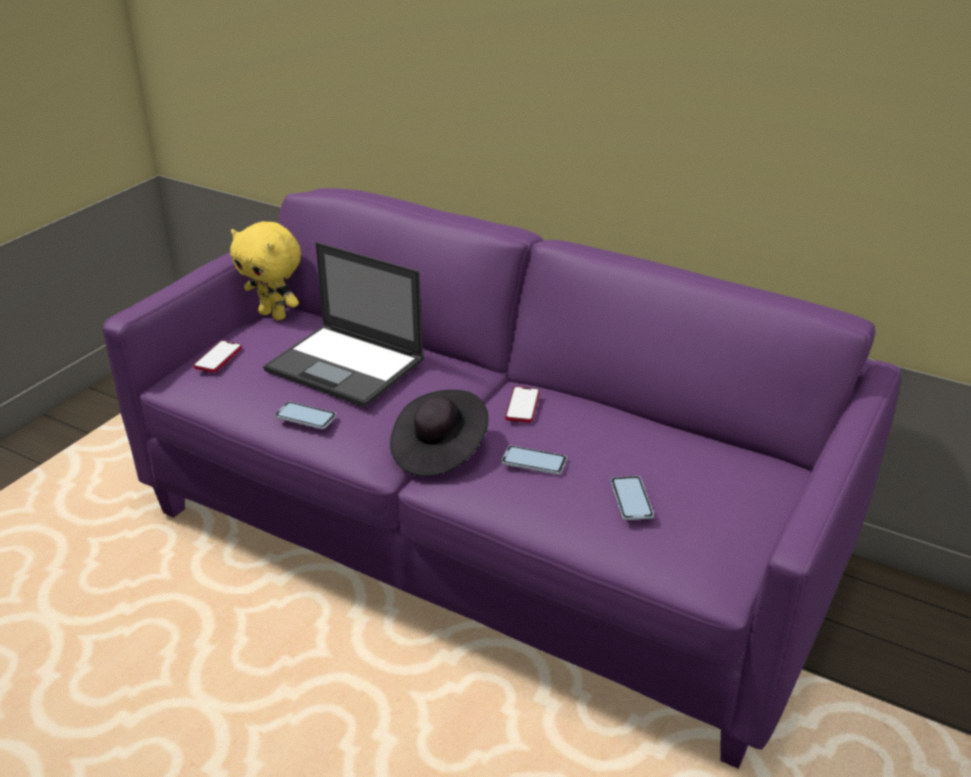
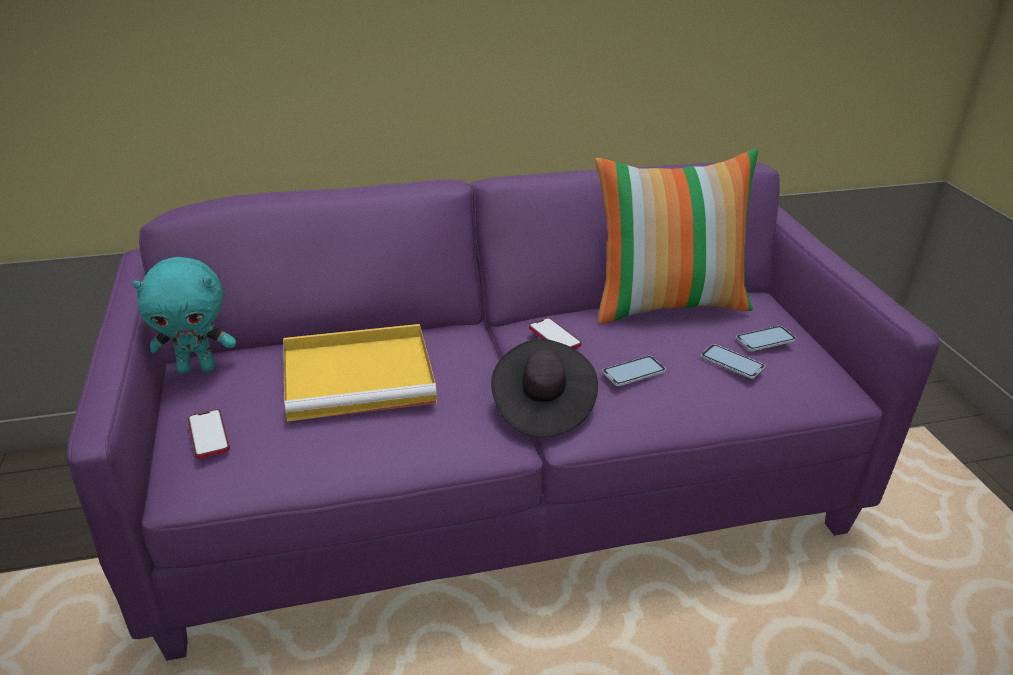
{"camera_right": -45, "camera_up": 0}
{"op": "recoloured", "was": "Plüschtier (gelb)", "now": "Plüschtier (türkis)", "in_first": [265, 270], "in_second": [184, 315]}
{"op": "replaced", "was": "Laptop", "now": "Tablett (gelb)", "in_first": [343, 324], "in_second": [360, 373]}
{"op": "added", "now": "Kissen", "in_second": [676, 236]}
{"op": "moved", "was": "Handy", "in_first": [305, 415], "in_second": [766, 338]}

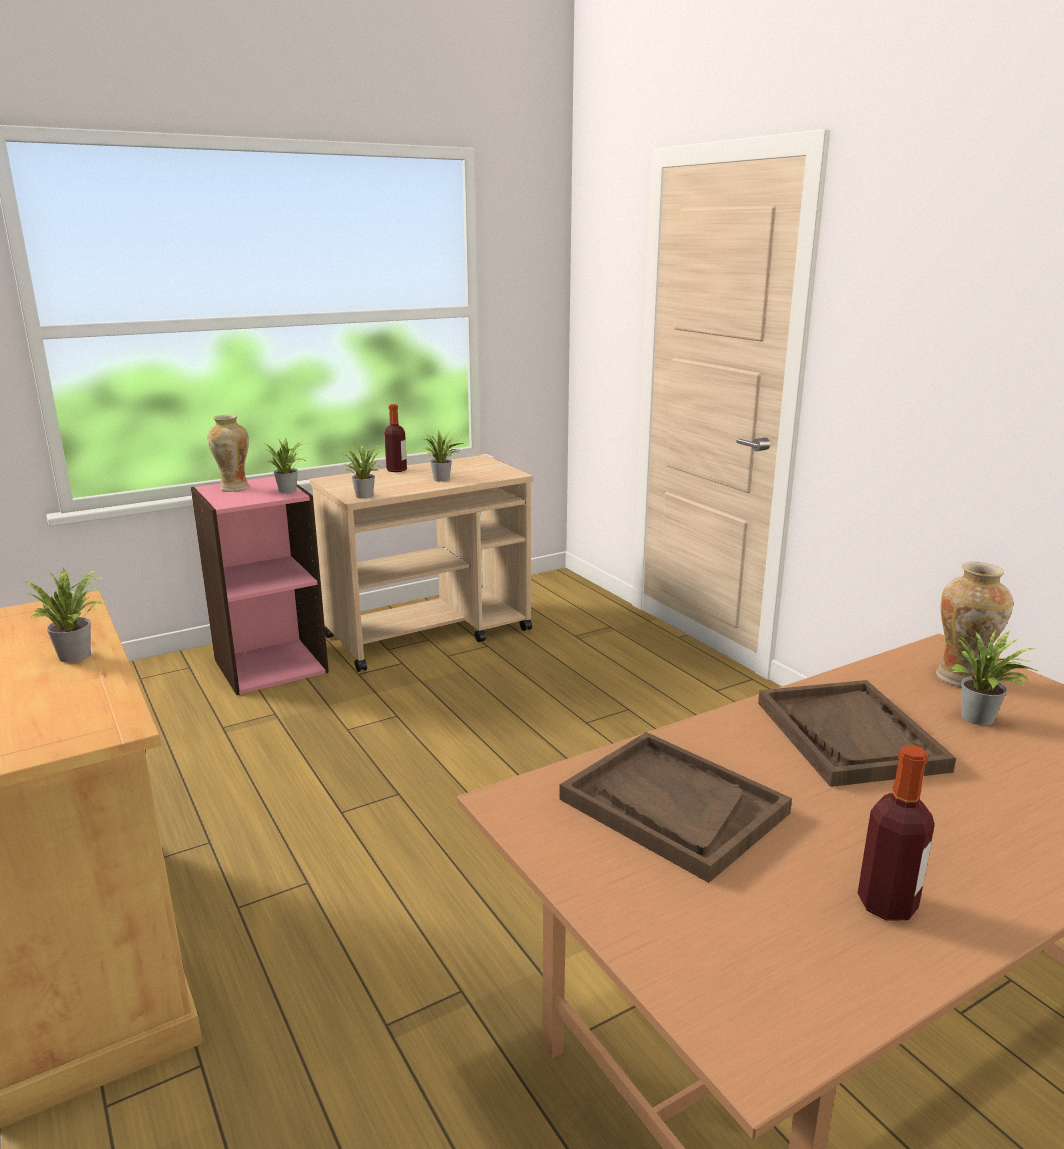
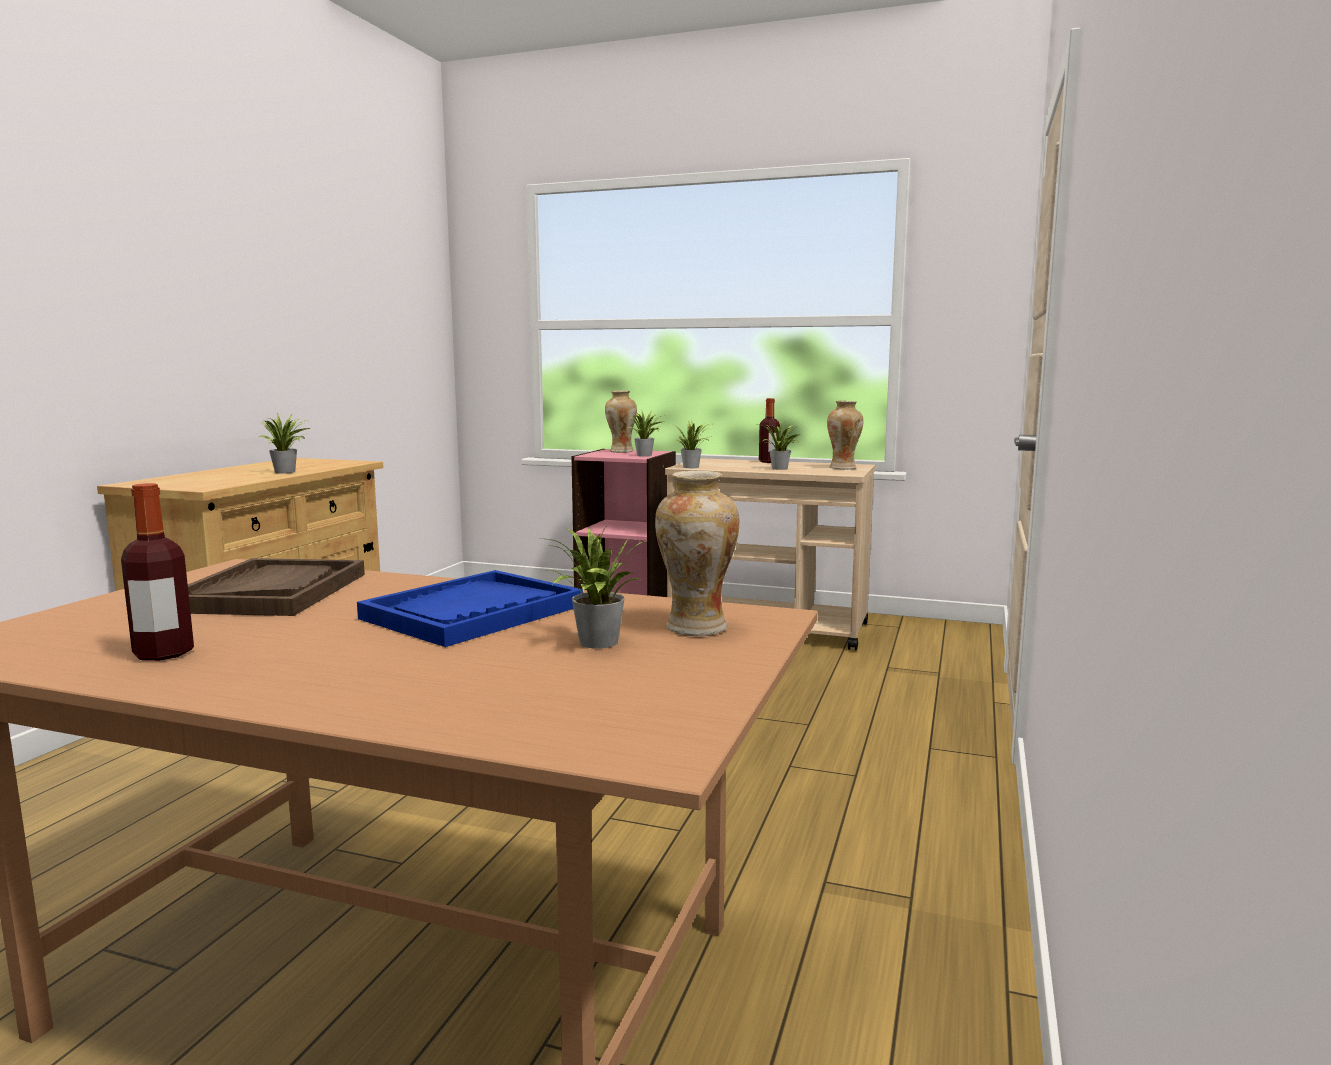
{"camera_right": 50, "camera_up": -10}
{"op": "recoloured", "was": "Tablett (braun)", "now": "Tablett (blau)", "in_first": [857, 733], "in_second": [470, 608]}
{"op": "added", "now": "Vase", "in_second": [845, 435]}

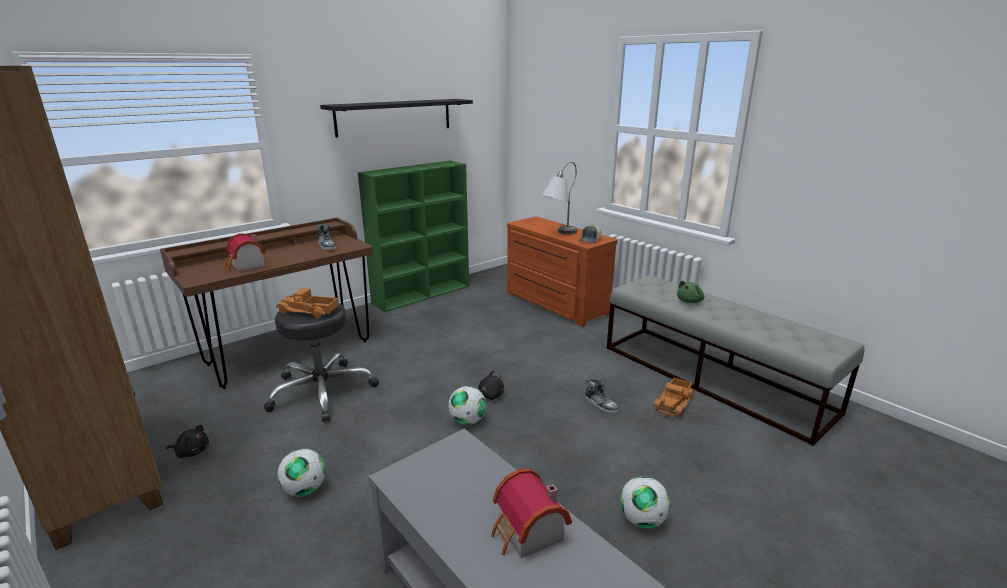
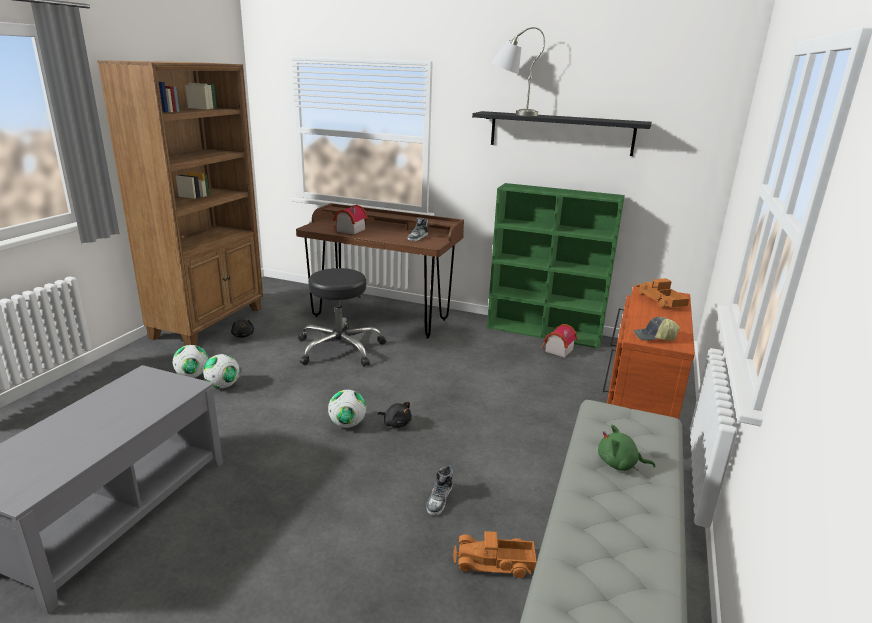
{"camera_right": 60, "camera_up": 0}
{"op": "moved", "was": "Fußball", "in_first": [645, 502], "in_second": [191, 361]}
{"op": "moved", "was": "Tischlampe (grau)", "in_first": [559, 197], "in_second": [518, 71]}
{"op": "moved", "was": "Spielzeughaus", "in_first": [531, 513], "in_second": [559, 341]}
{"op": "moved", "was": "Spielzeuglaster", "in_first": [307, 303], "in_second": [662, 293]}

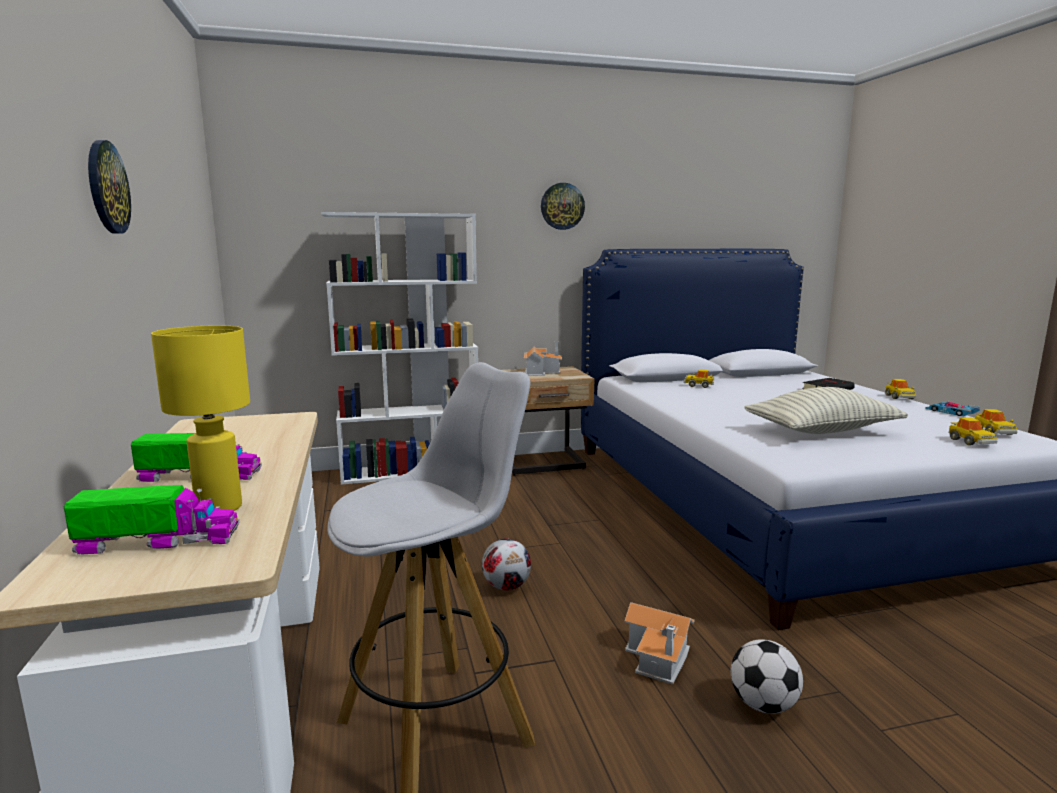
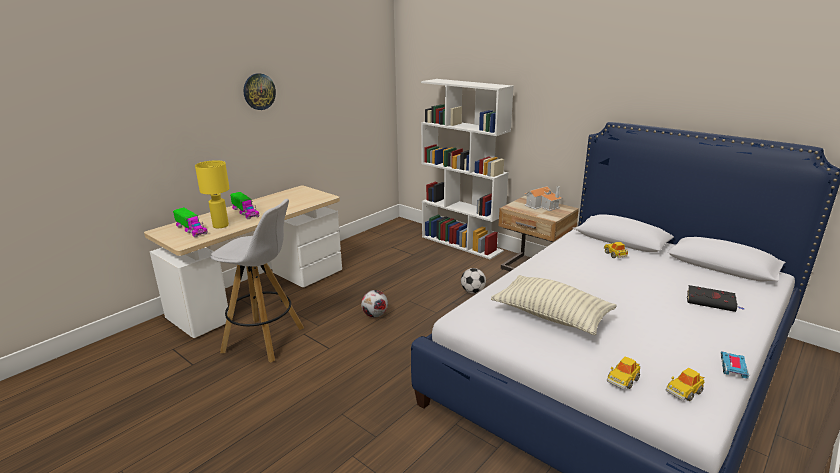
{"camera_right": 55, "camera_up": 10}
{"op": "moved", "was": "Fußball", "in_first": [767, 676], "in_second": [473, 280]}
{"op": "removed", "was": "Wanduhr", "in_first": [563, 206]}
{"op": "removed", "was": "Spielzeughaus", "in_first": [659, 643]}
{"op": "removed", "was": "Spielzeugauto", "in_first": [900, 389]}

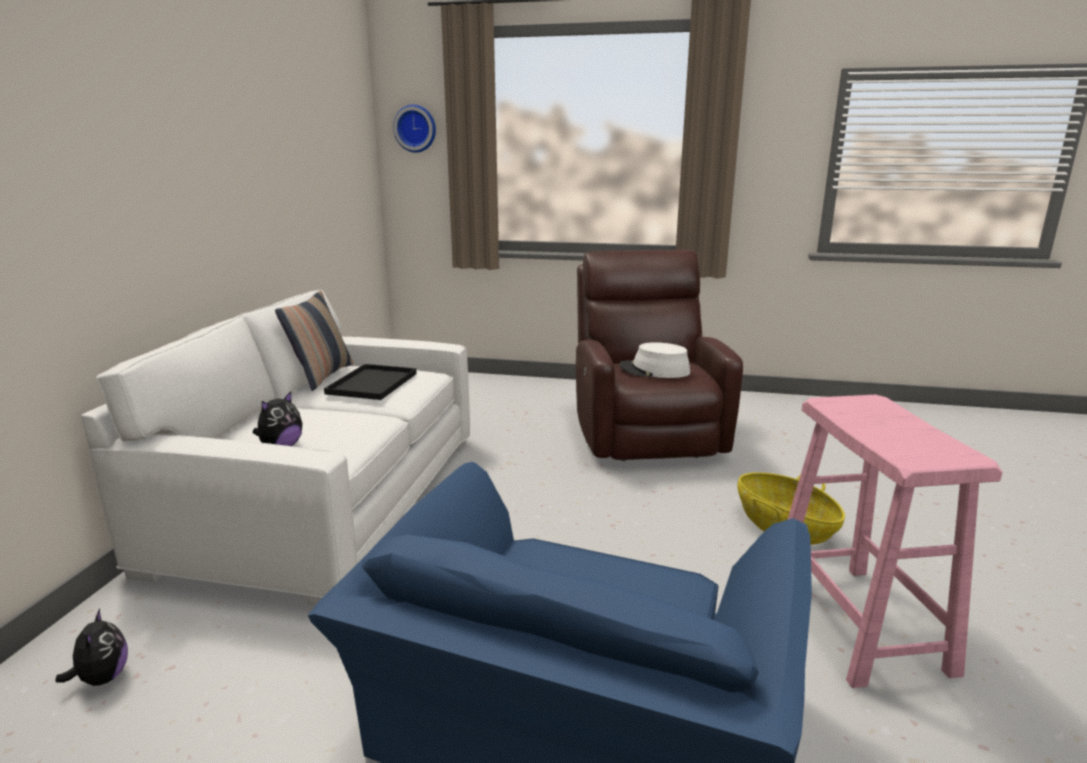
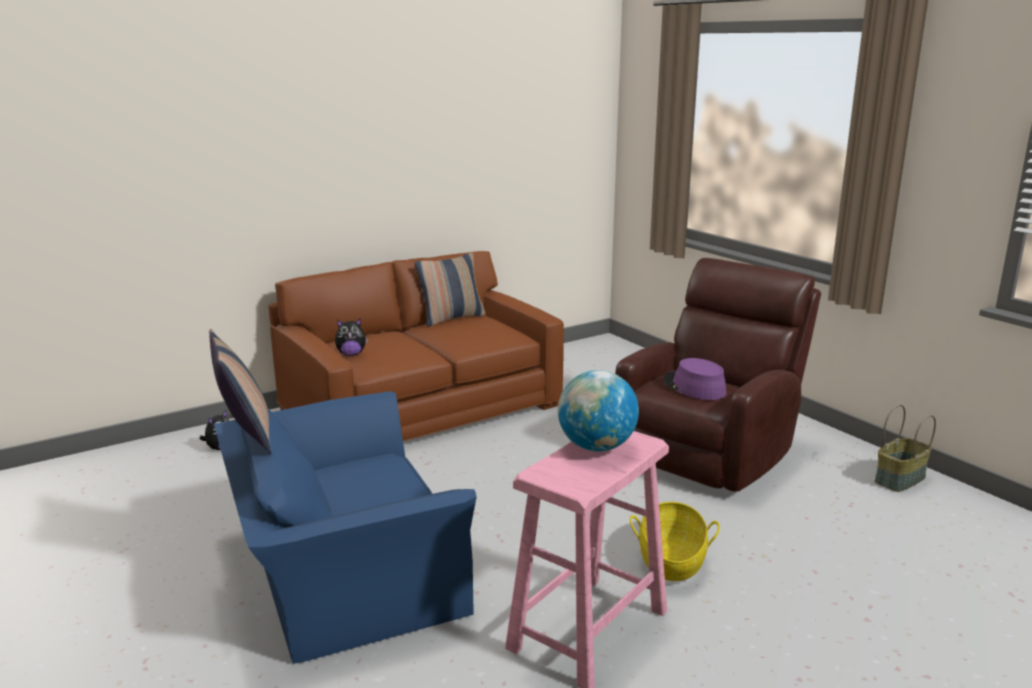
{"camera_right": 45, "camera_up": 0}
{"op": "added", "now": "Kissen", "in_second": [240, 392]}
{"op": "recoloured", "was": "Sofa (weiß)", "now": "Sofa (braun)", "in_first": [275, 448], "in_second": [416, 346]}
{"op": "added", "now": "Globus", "in_second": [598, 410]}
{"op": "recoloured", "was": "Hut (weiß)", "now": "Hut (lila)", "in_first": [654, 360], "in_second": [695, 379]}
{"op": "added", "now": "Korb", "in_second": [905, 448]}
{"op": "removed", "was": "Tablett (schwarz)", "in_first": [370, 382]}
{"op": "removed", "was": "Wanduhr", "in_first": [414, 128]}

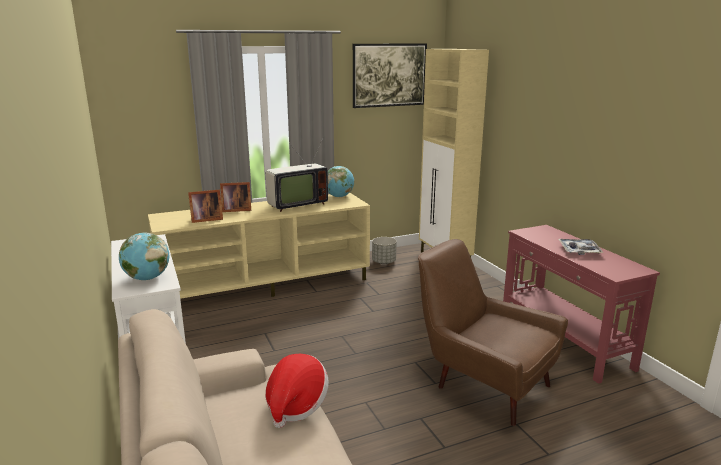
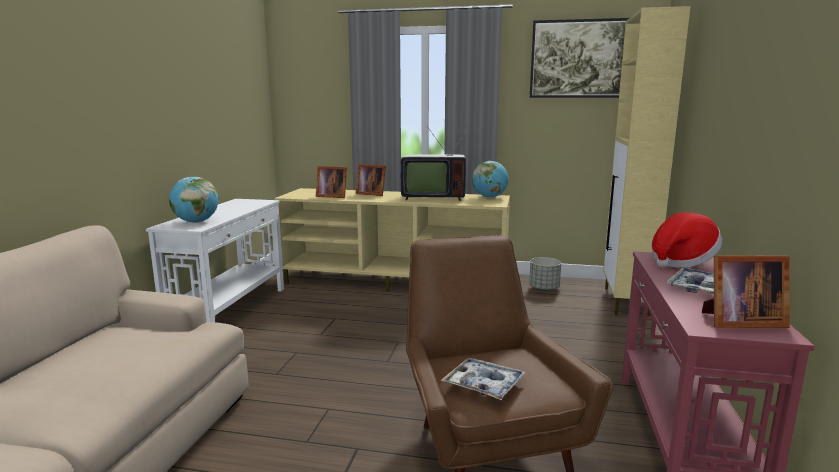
{"camera_right": 35, "camera_up": -5}
{"op": "added", "now": "Tablett", "in_second": [483, 379]}
{"op": "moved", "was": "Hut", "in_first": [297, 391], "in_second": [686, 240]}
{"op": "added", "now": "Bilderrahmen", "in_second": [746, 291]}

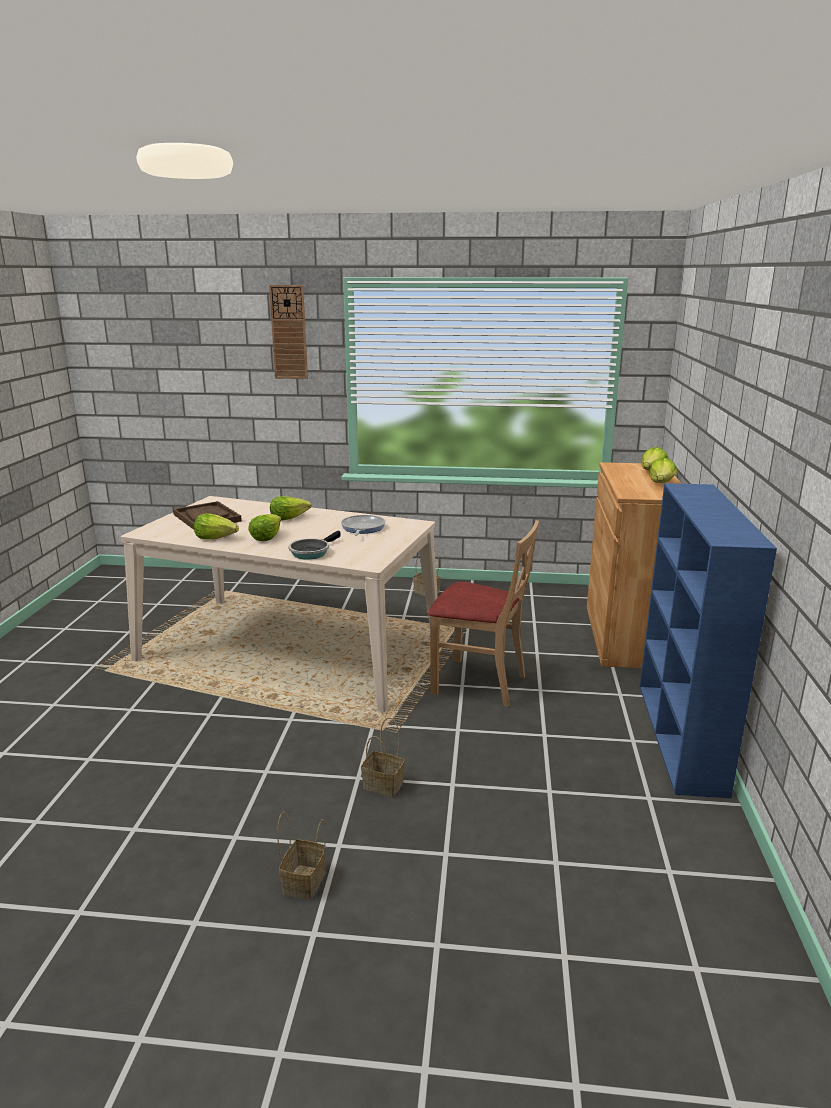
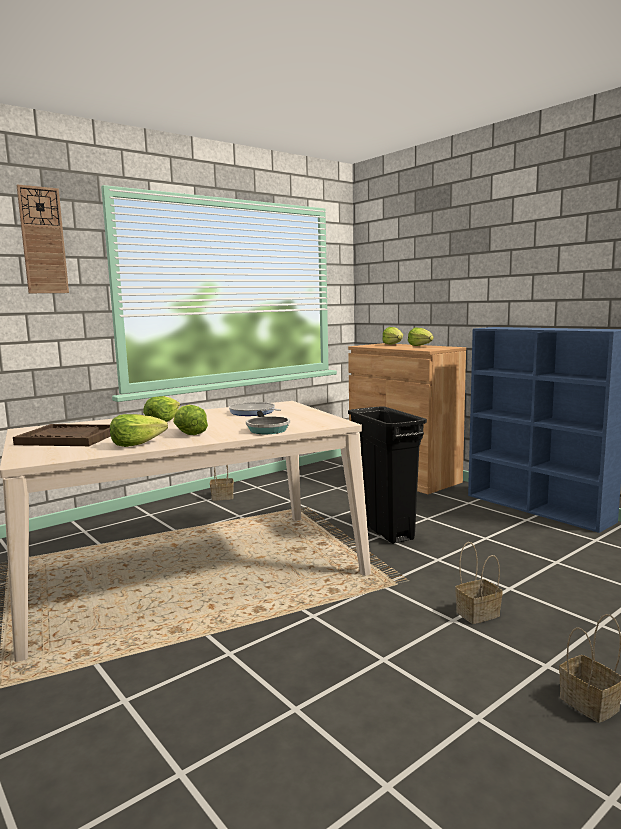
{"camera_right": -45, "camera_up": -10}
{"op": "replaced", "was": "Stuhl (beige)", "now": "Mülleimer (schwarz)", "in_first": [483, 613], "in_second": [387, 475]}

